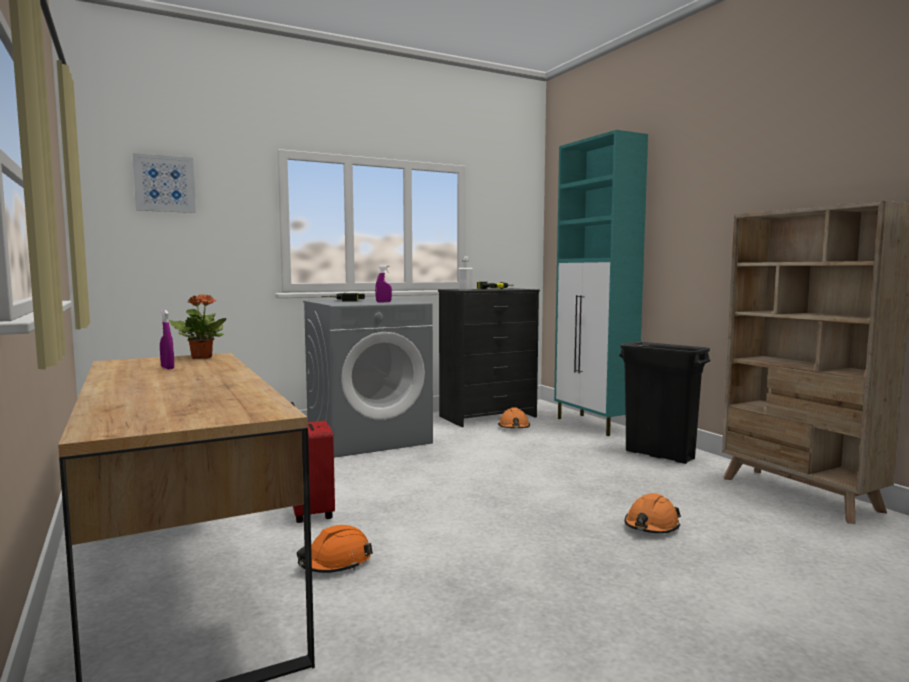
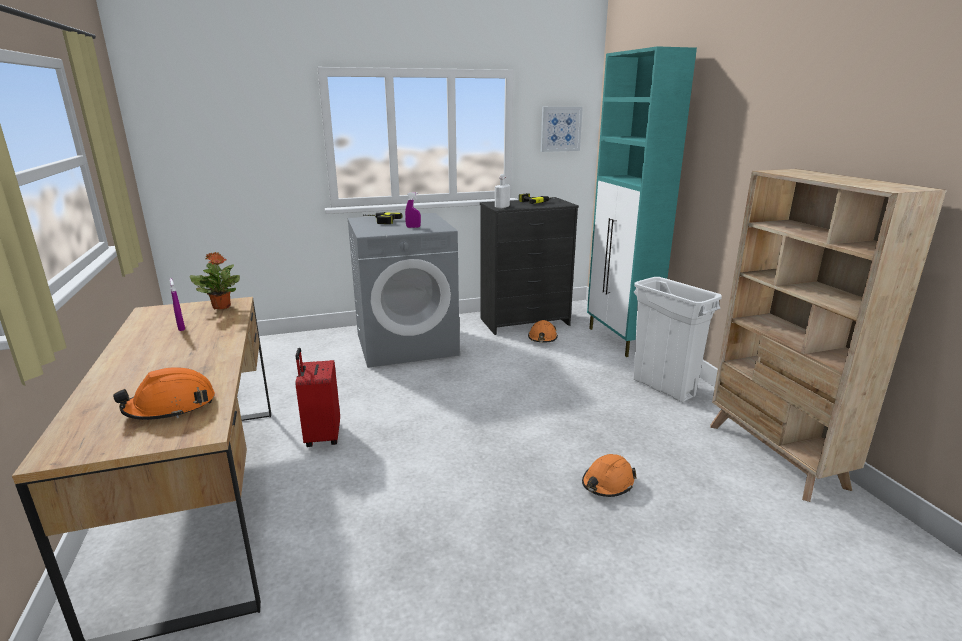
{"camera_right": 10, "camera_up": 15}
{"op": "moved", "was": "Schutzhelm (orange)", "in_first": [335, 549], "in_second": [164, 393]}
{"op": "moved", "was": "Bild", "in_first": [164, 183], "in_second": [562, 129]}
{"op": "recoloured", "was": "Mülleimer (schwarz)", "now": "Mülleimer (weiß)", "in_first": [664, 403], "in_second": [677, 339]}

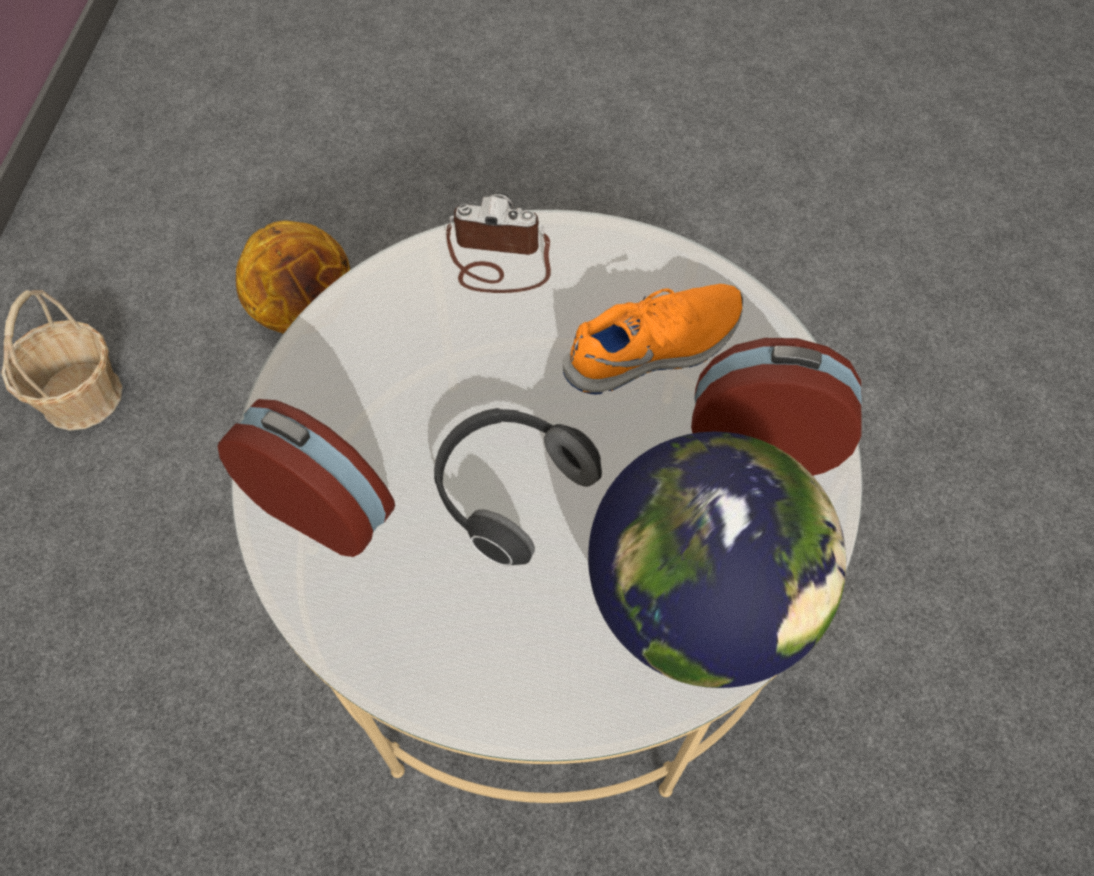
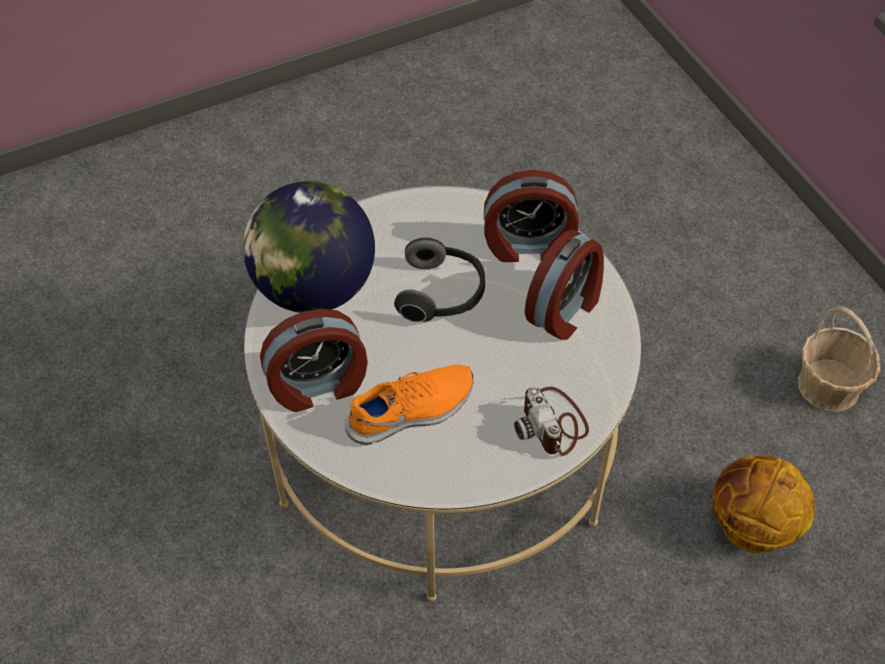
{"camera_right": 150, "camera_up": -5}
{"op": "turned", "was": "Schuh (orange)", "in_first": [653, 339], "in_second": [408, 405], "clockwise": -150}
{"op": "turned", "was": "Kamera", "in_first": [498, 242], "in_second": [551, 421], "clockwise": 90}
{"op": "added", "now": "Wecker", "in_second": [564, 285]}

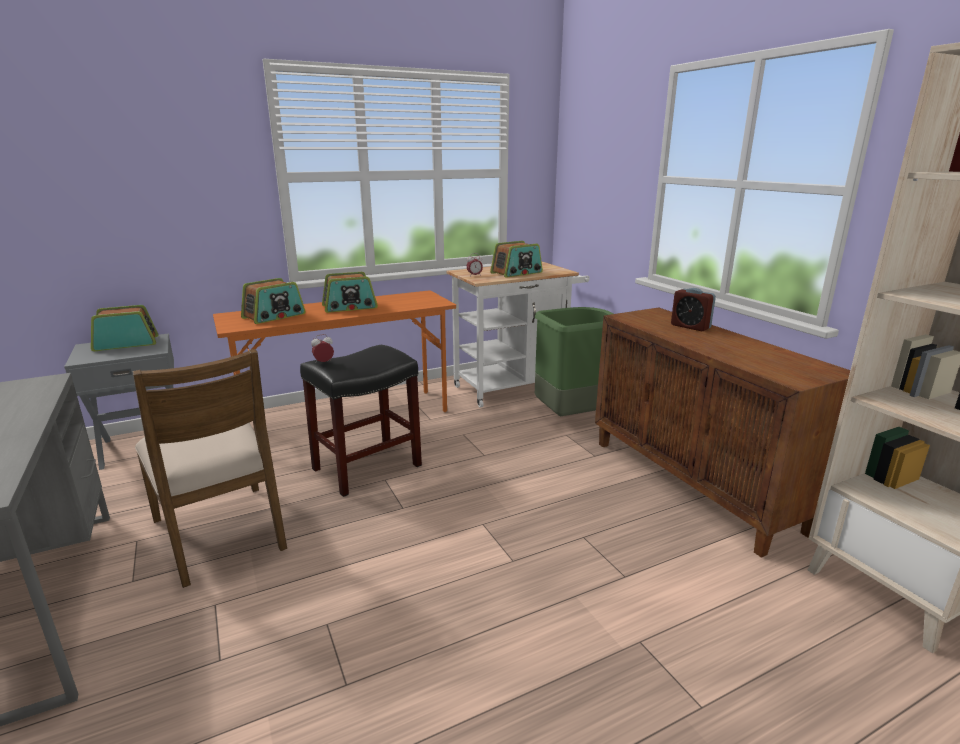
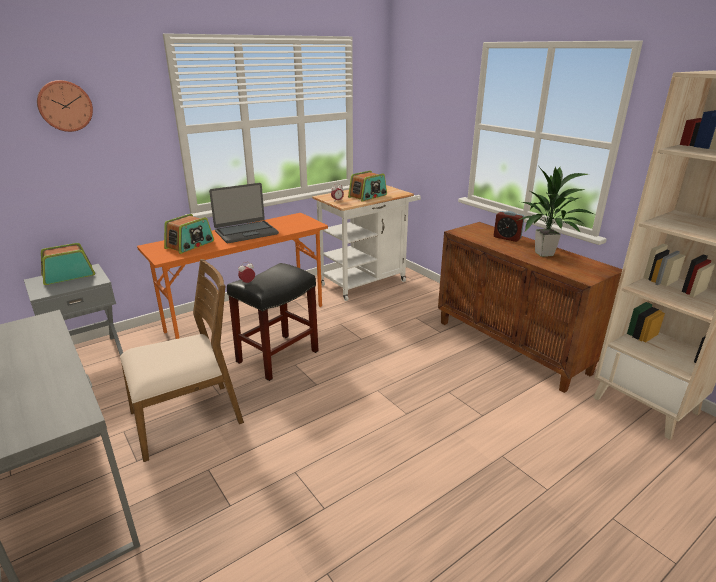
{"camera_right": -10, "camera_up": 5}
{"op": "added", "now": "Wanduhr", "in_second": [65, 106]}
{"op": "turned", "was": "Stuhl (braun)", "in_first": [210, 468], "in_second": [182, 360], "clockwise": -75}
{"op": "replaced", "was": "Radio", "now": "Laptop", "in_first": [350, 292], "in_second": [244, 213]}
{"op": "added", "now": "Topfpflanze", "in_second": [555, 212]}
{"op": "removed", "was": "Mülleimer (grün)", "in_first": [574, 362]}

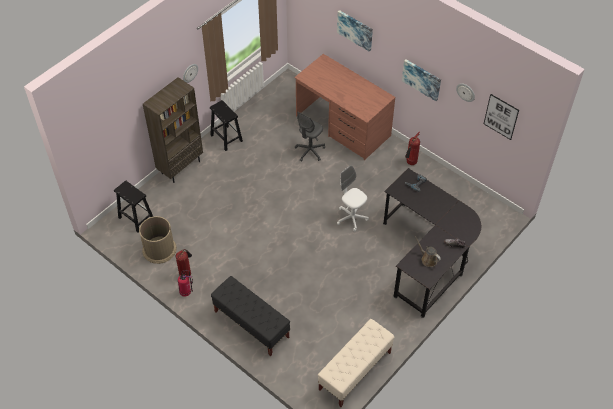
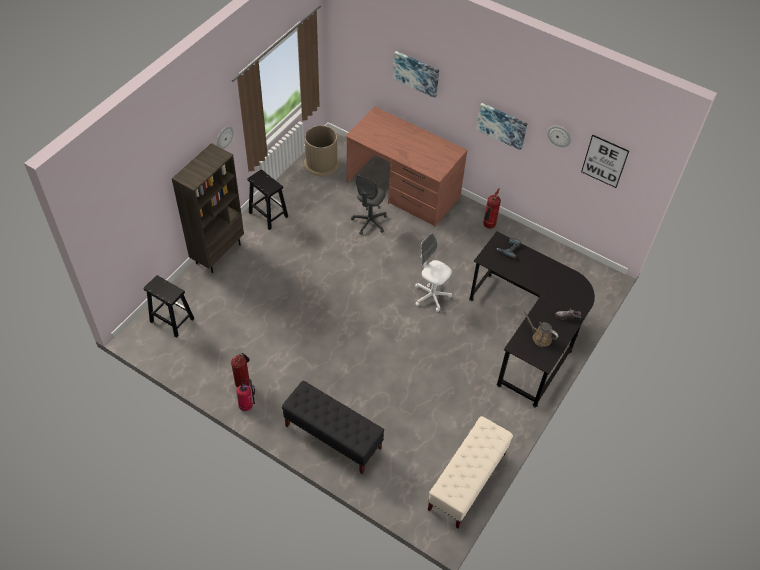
{"camera_right": -10, "camera_up": 0}
{"op": "moved", "was": "Mülleimer (braun)", "in_first": [158, 240], "in_second": [321, 150]}

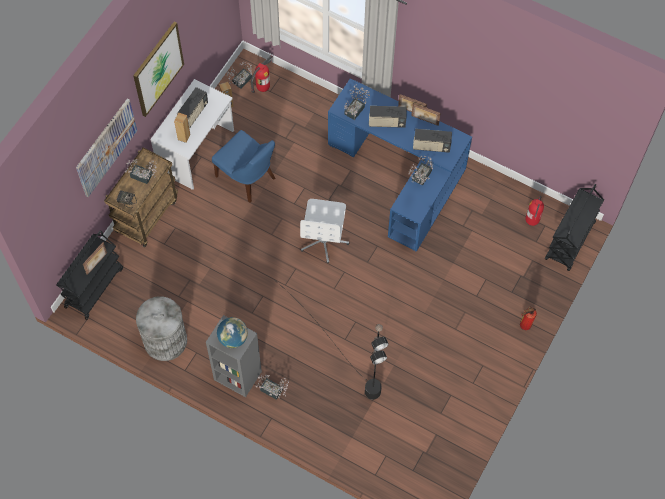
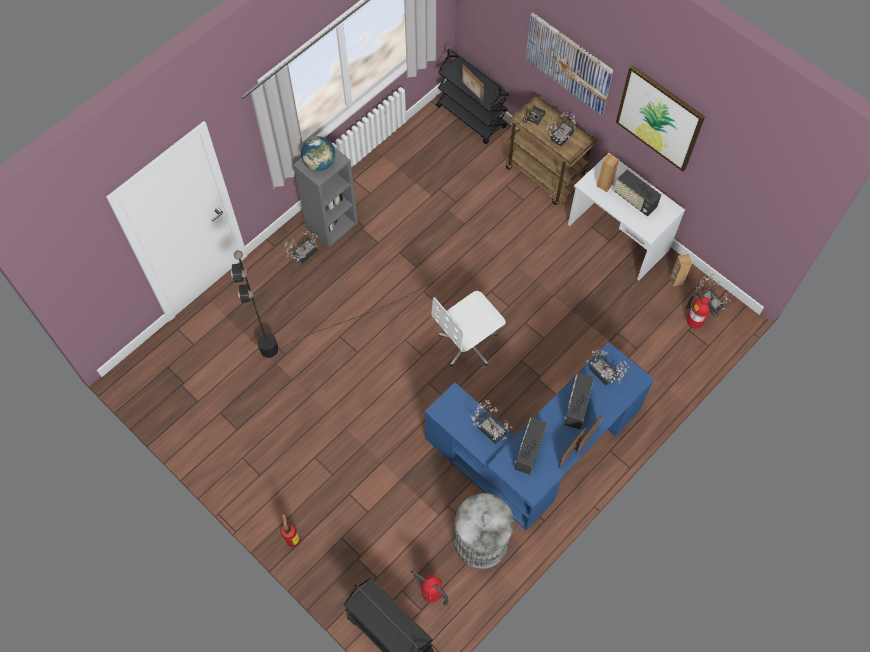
{"camera_right": 105, "camera_up": 0}
{"op": "turned", "was": "Bürostuhl (weiß)", "in_first": [324, 231], "in_second": [469, 328], "clockwise": -60}
{"op": "moved", "was": "Mülleimer (grau)", "in_first": [161, 328], "in_second": [484, 531]}
{"op": "removed", "was": "Stuhl (blau)", "in_first": [243, 166]}

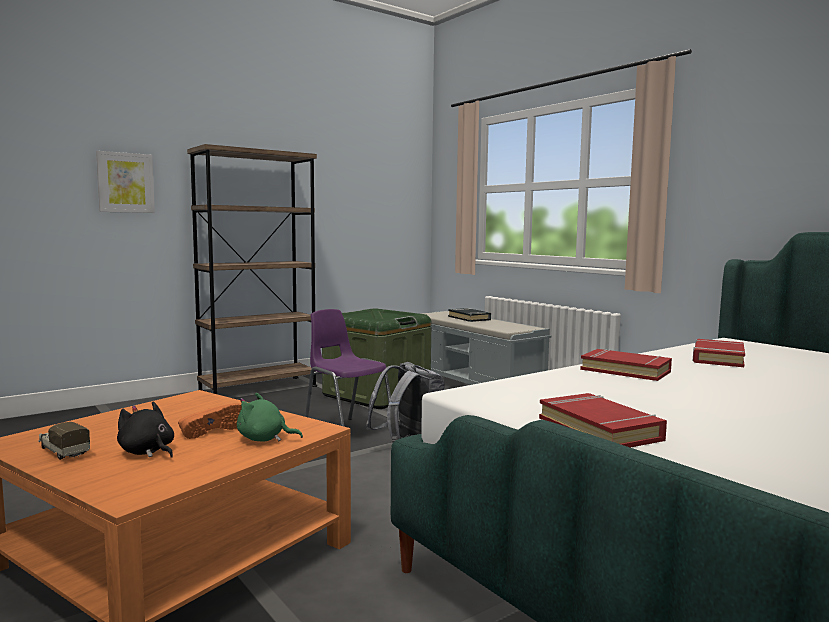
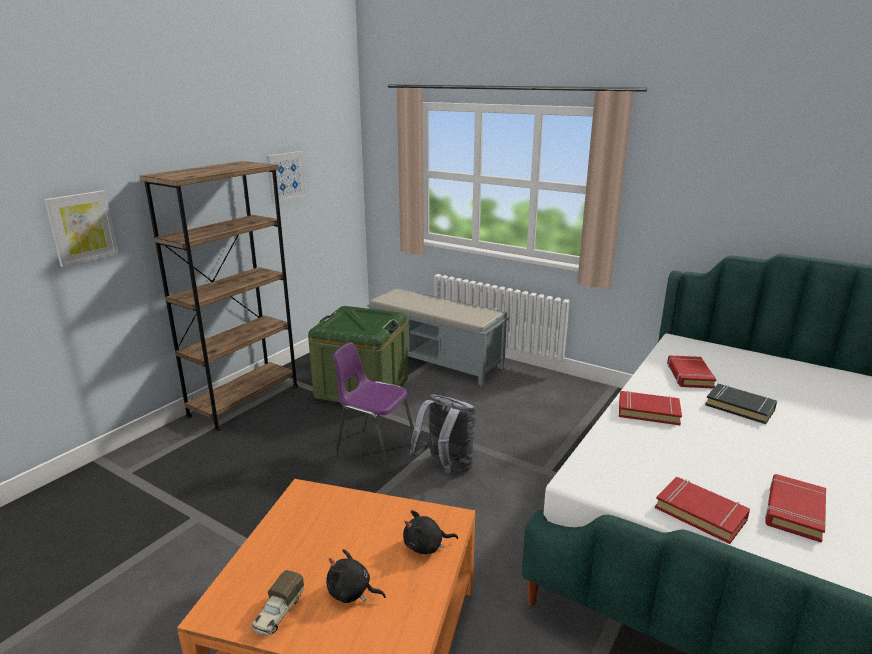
{"camera_right": -20, "camera_up": 15}
{"op": "turned", "was": "Spielzeuglaster", "in_first": [64, 441], "in_second": [278, 603], "clockwise": -90}
{"op": "added", "now": "Bild", "in_second": [287, 177]}
{"op": "recoloured", "was": "Plüschtier (grün)", "now": "Plüschtier (schwarz)", "in_first": [270, 417], "in_second": [430, 532]}
{"op": "moved", "was": "Buch (schwarz)", "in_first": [469, 315], "in_second": [741, 404]}
{"op": "added", "now": "Buch (rot)", "in_second": [795, 508]}
{"op": "removed", "was": "Schuh (orange)", "in_first": [210, 421]}

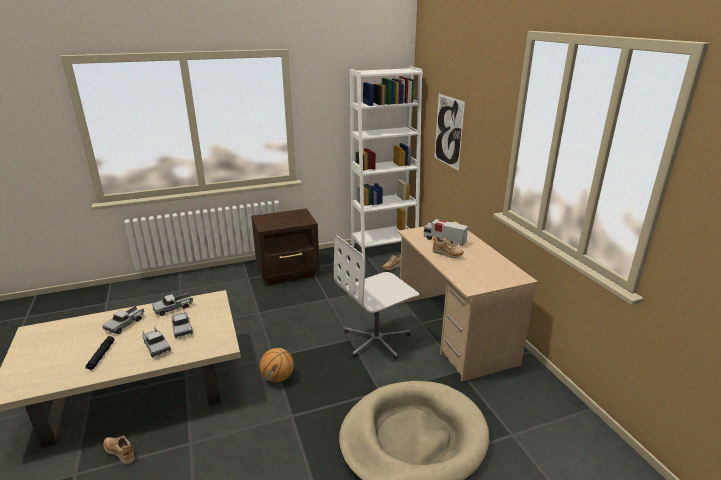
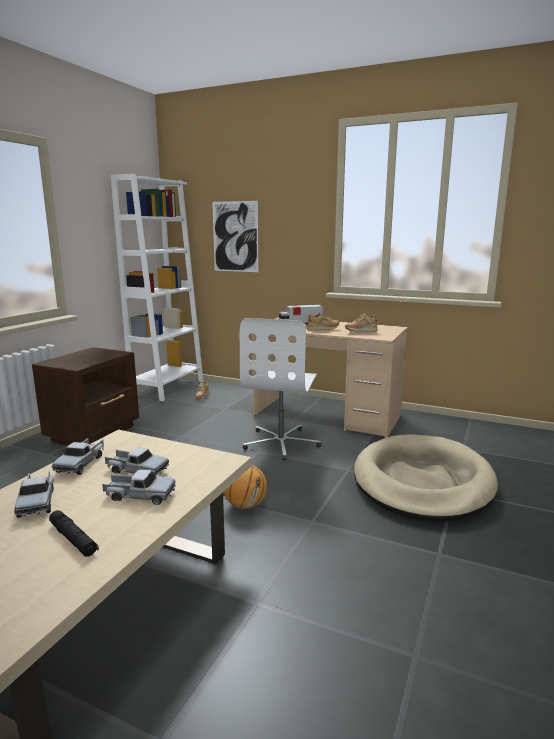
{"camera_right": -45, "camera_up": -10}
{"op": "moved", "was": "Schuh (beige)", "in_first": [119, 450], "in_second": [361, 323]}

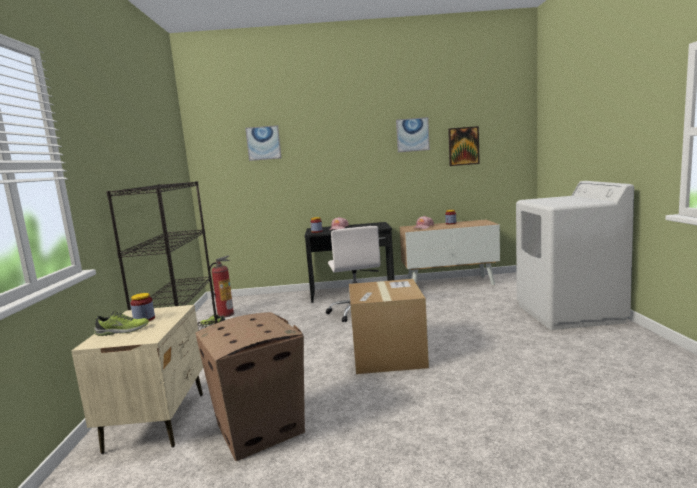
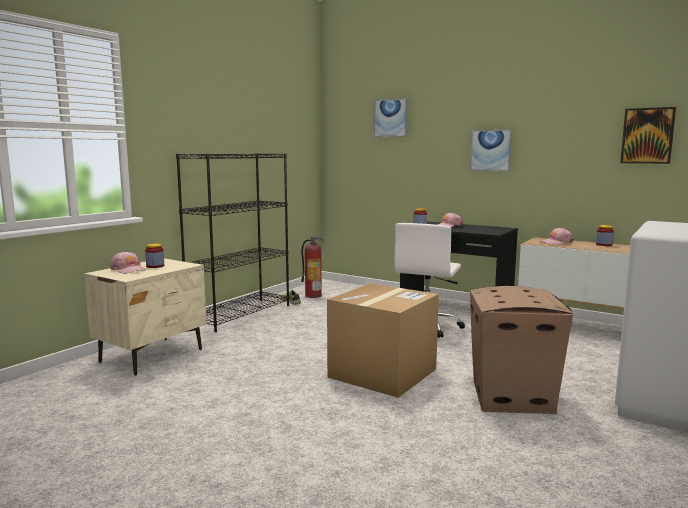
{"camera_right": 35, "camera_up": 0}
{"op": "replaced", "was": "Schuh", "now": "Kappe (rosa)", "in_first": [121, 323], "in_second": [128, 262]}
{"op": "moved", "was": "Bild", "in_first": [413, 134], "in_second": [491, 150]}
{"op": "moved", "was": "Karton", "in_first": [250, 386], "in_second": [521, 350]}

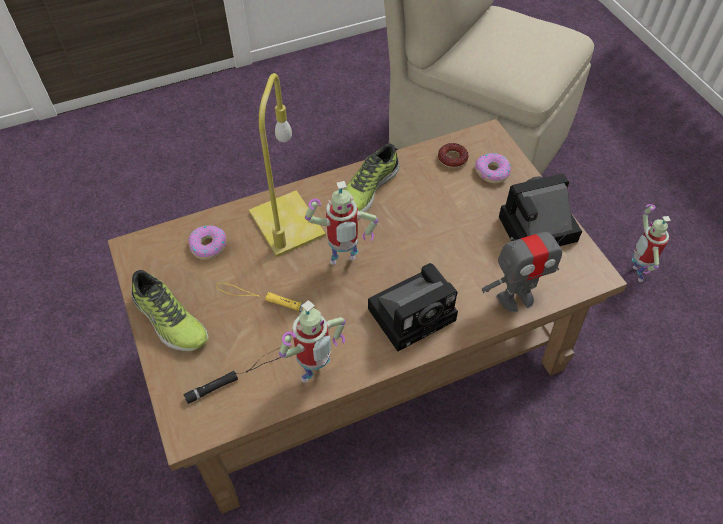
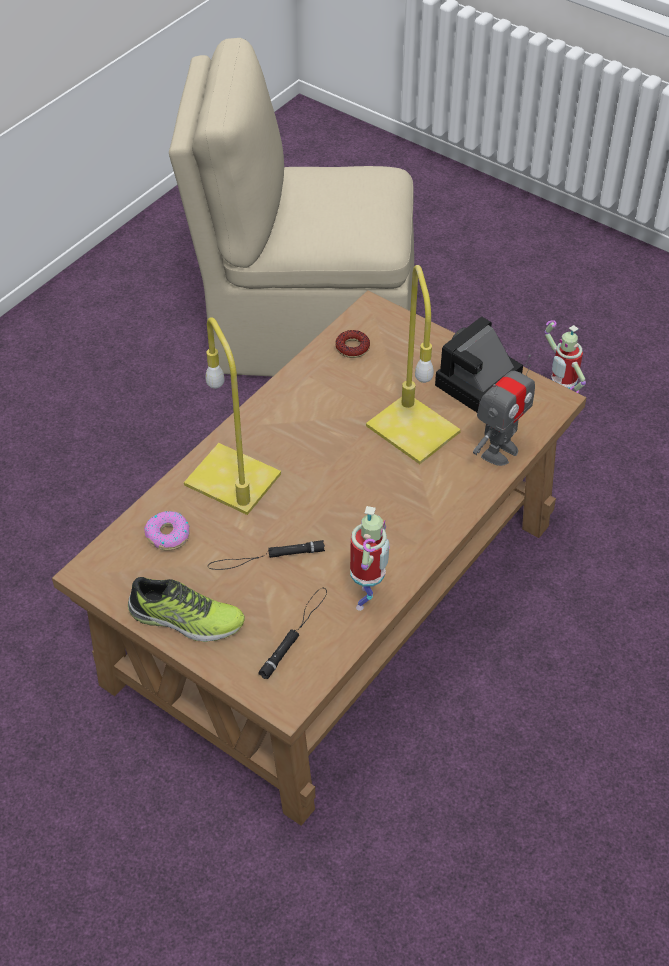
{"camera_right": -30, "camera_up": -5}
{"op": "recoloured", "was": "Taschenlampe (gelb)", "now": "Taschenlampe (schwarz)", "in_first": [265, 297], "in_second": [266, 555]}
{"op": "added", "now": "Tischlampe (gelb)", "in_second": [413, 364]}
{"op": "removed", "was": "Spielzeugroboter", "in_first": [342, 223]}
{"op": "removed", "was": "Schuh", "in_first": [372, 178]}
{"op": "removed", "was": "Kamera", "in_first": [413, 307]}
{"op": "removed", "was": "Donut", "in_first": [493, 168]}

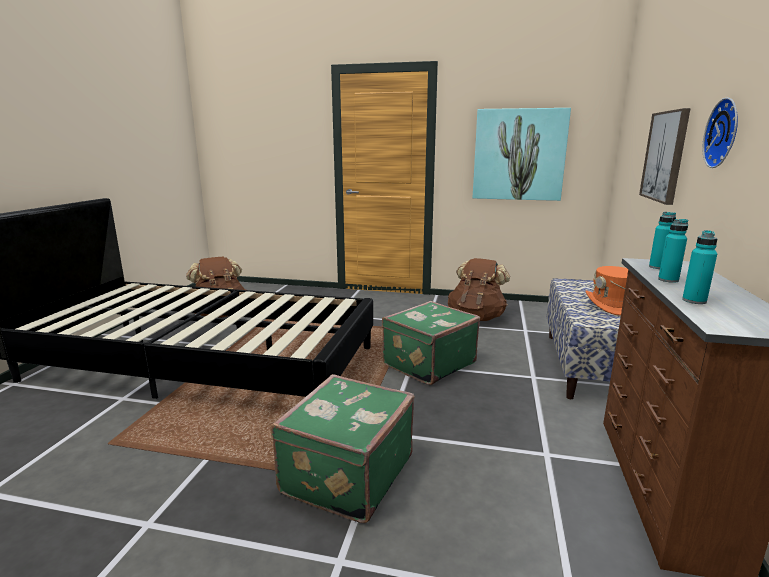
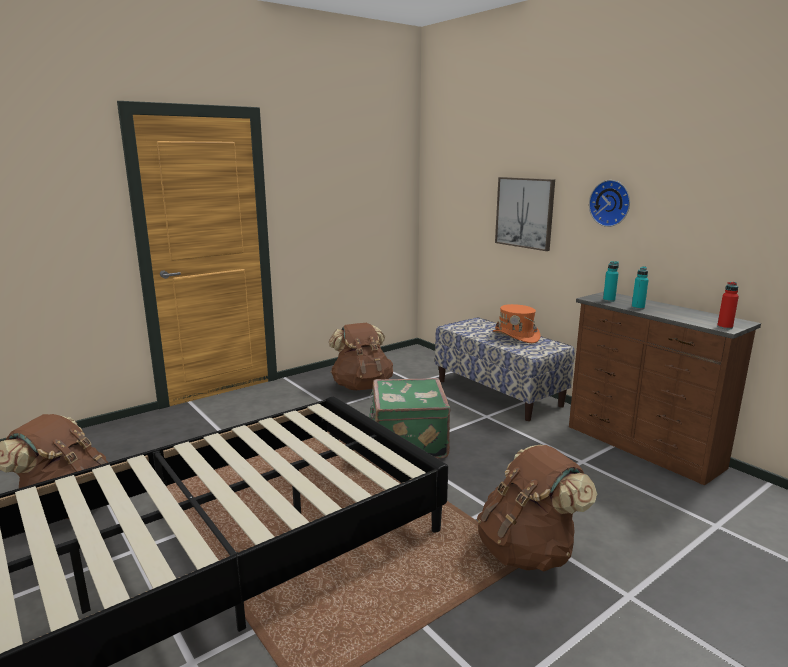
{"camera_right": -50, "camera_up": 0}
{"op": "replaced", "was": "Koffer (grün)", "now": "Rucksack (braun)", "in_first": [343, 449], "in_second": [537, 508]}
{"op": "added", "now": "Flasche (rot)", "in_second": [728, 306]}
{"op": "removed", "was": "Bild", "in_first": [522, 154]}
{"op": "removed", "was": "Flasche (türkis)", "in_first": [699, 267]}

